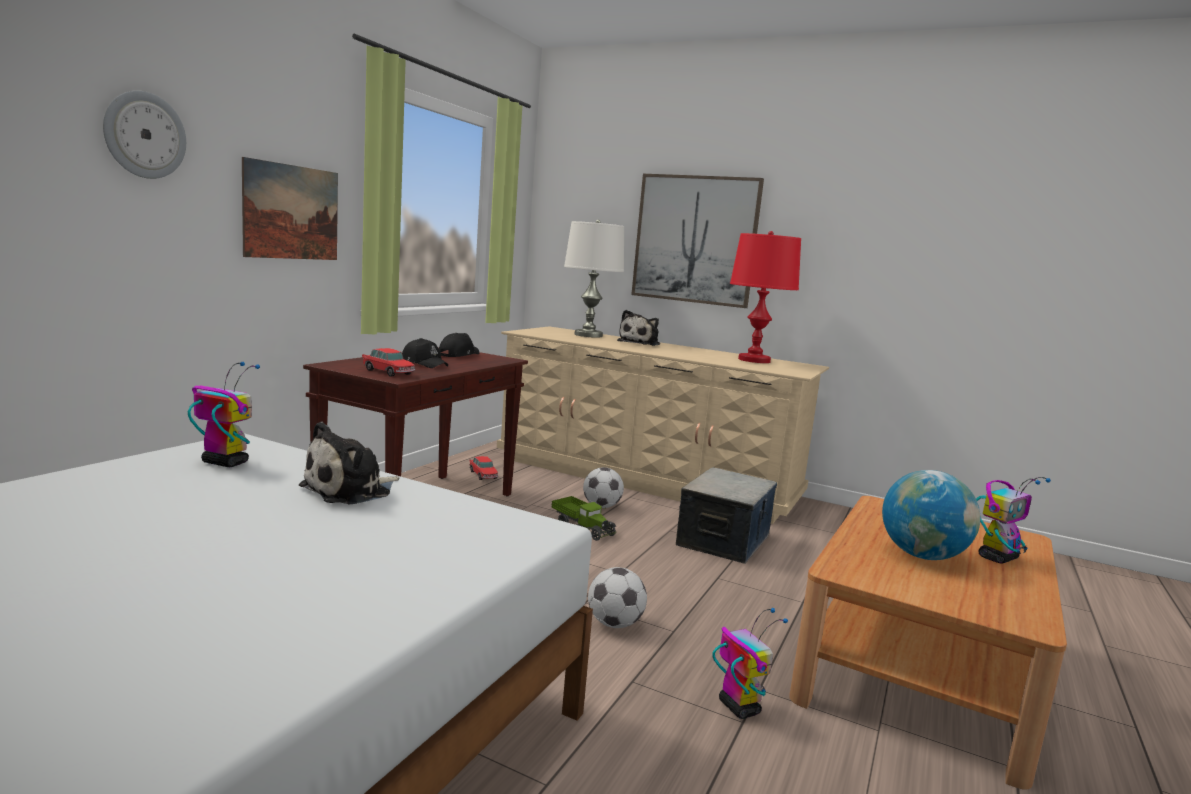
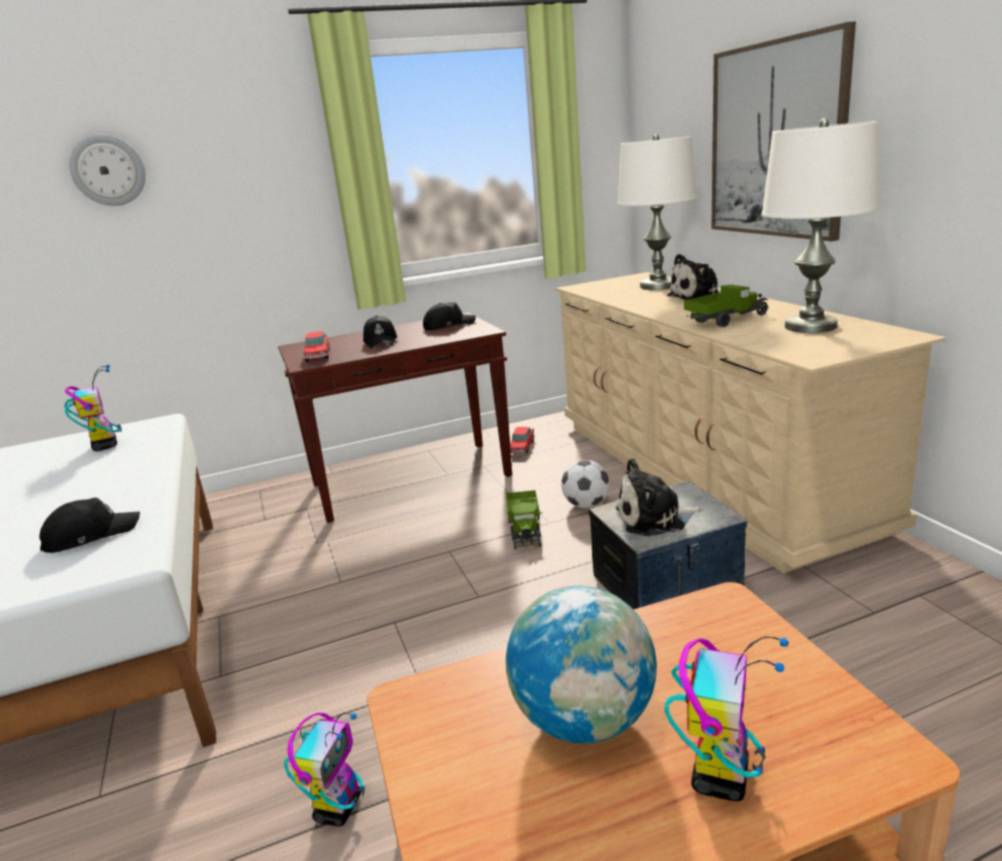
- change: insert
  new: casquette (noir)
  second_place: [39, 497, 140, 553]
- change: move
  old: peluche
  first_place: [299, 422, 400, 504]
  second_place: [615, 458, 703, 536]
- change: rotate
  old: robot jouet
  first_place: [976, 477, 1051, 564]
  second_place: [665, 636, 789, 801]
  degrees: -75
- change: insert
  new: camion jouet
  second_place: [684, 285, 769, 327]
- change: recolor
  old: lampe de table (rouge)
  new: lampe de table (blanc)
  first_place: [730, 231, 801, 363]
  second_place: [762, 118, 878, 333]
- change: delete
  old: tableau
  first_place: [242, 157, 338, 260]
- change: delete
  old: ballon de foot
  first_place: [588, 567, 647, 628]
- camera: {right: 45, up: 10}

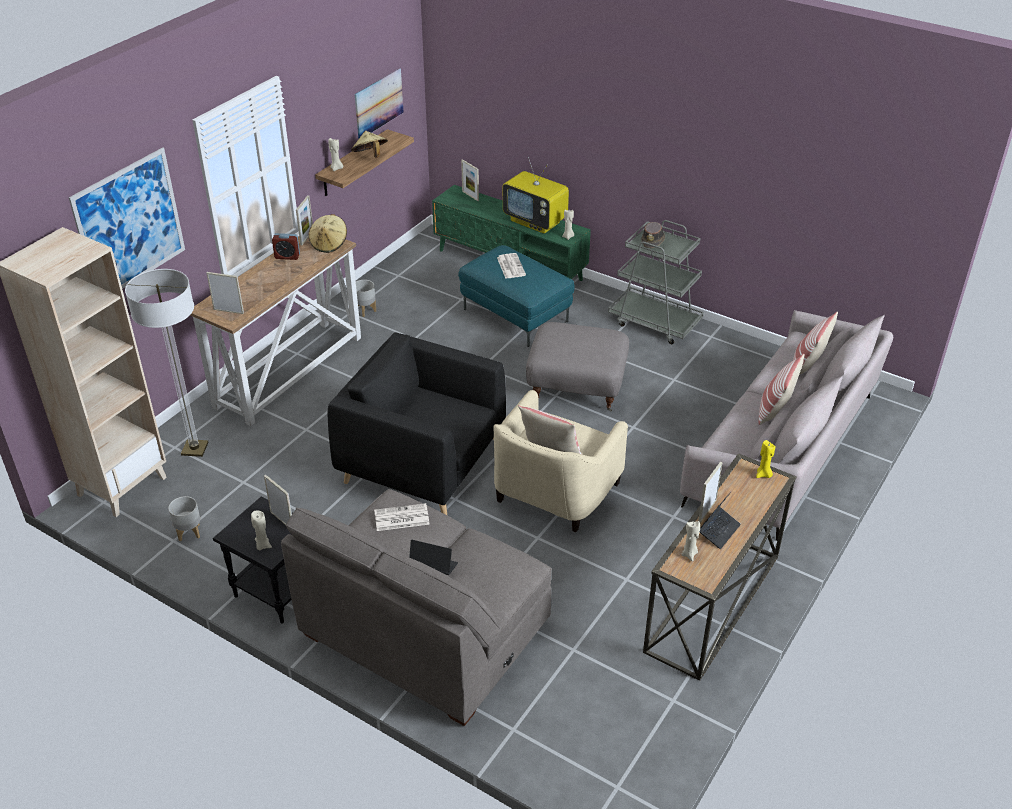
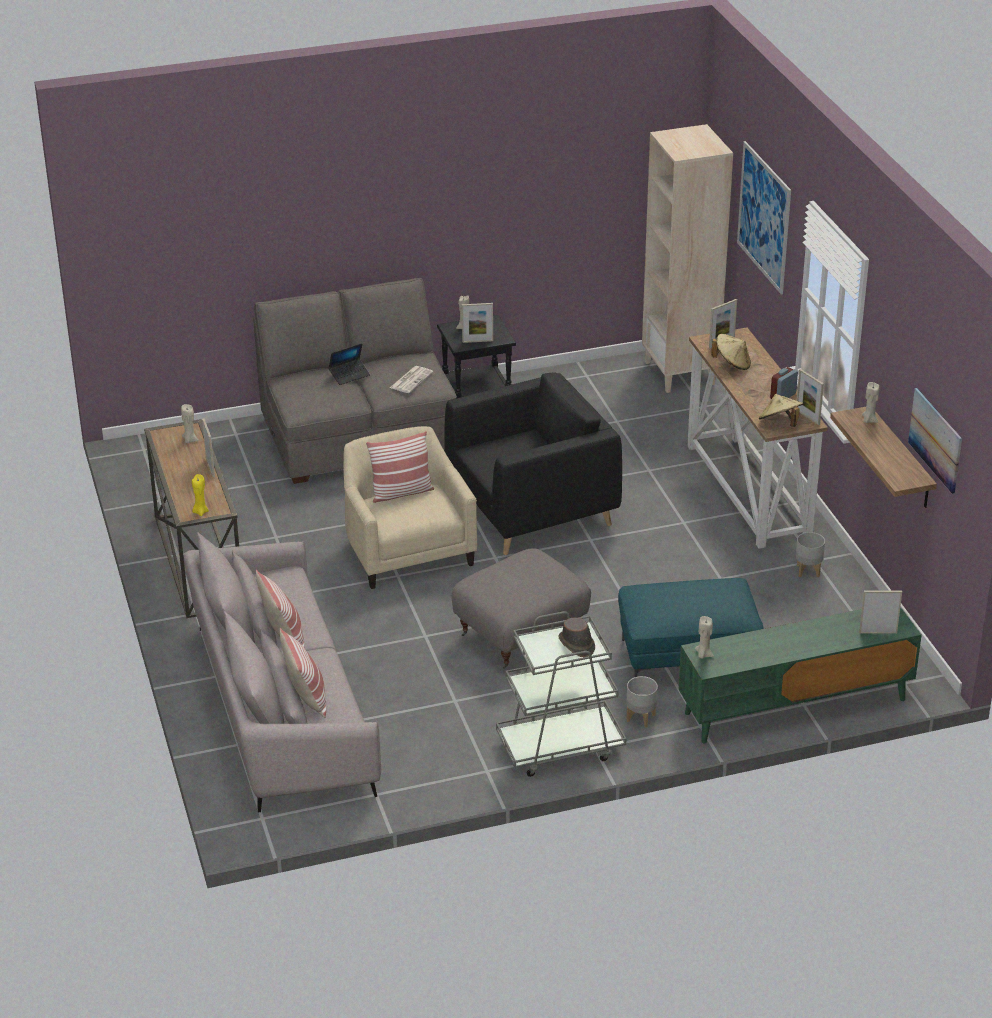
- change: move
  old: cache-pot (gris)
  first_place: [168, 496, 200, 542]
  second_place: [626, 676, 658, 728]
- change: move
  old: chapeau (beige)
  first_place: [351, 131, 388, 158]
  second_place: [711, 334, 751, 370]
- change: delete
  old: lampadaire
  first_place: [125, 269, 209, 457]
- change: delete
  old: journal
  first_place: [497, 253, 526, 279]
- change: delete
  old: téléviseur
  first_place: [503, 157, 569, 234]
- change: delete
  old: ordinateur portable
  first_place: [699, 492, 741, 549]
- camera: {right: 130, up: -5}

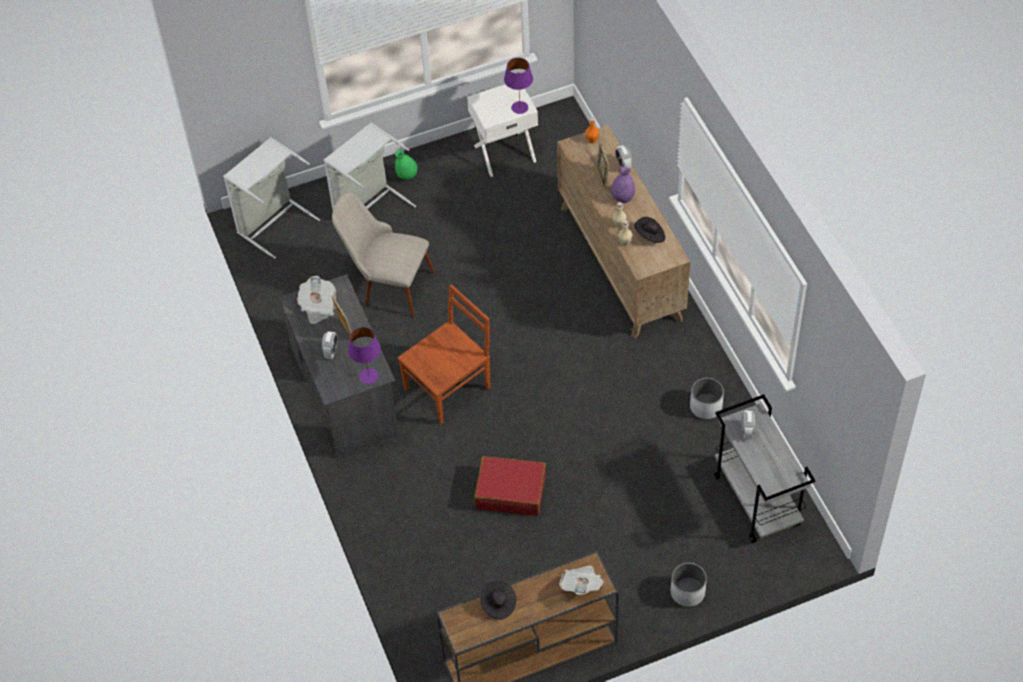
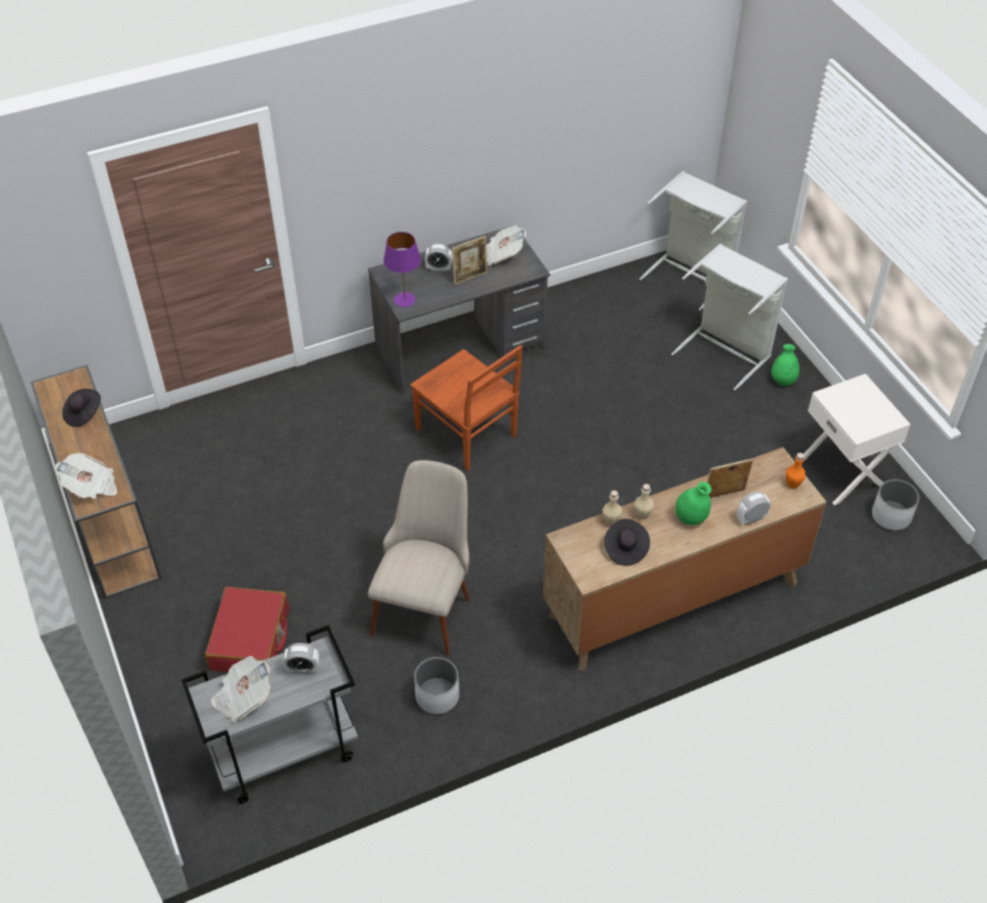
- change: move
  old: valise (rouge)
  first_place: [474, 456, 546, 516]
  second_place: [205, 587, 289, 672]
- change: insert
  new: journal
  second_place: [211, 656, 271, 722]
- change: move
  old: chaise (beige)
  first_place: [332, 191, 435, 318]
  second_place: [368, 460, 470, 656]
- change: recolor
  old: vase (violet)
  new: vase (vert)
  first_place: [611, 167, 635, 203]
  second_place: [676, 482, 711, 525]
- change: move
  old: cache-pot (blanc)
  first_place: [671, 563, 707, 607]
  second_place: [872, 480, 919, 531]
- change: delete
  old: lampe de table (violet)
  first_place: [504, 58, 533, 114]
- camera: {right: 85, up: -5}

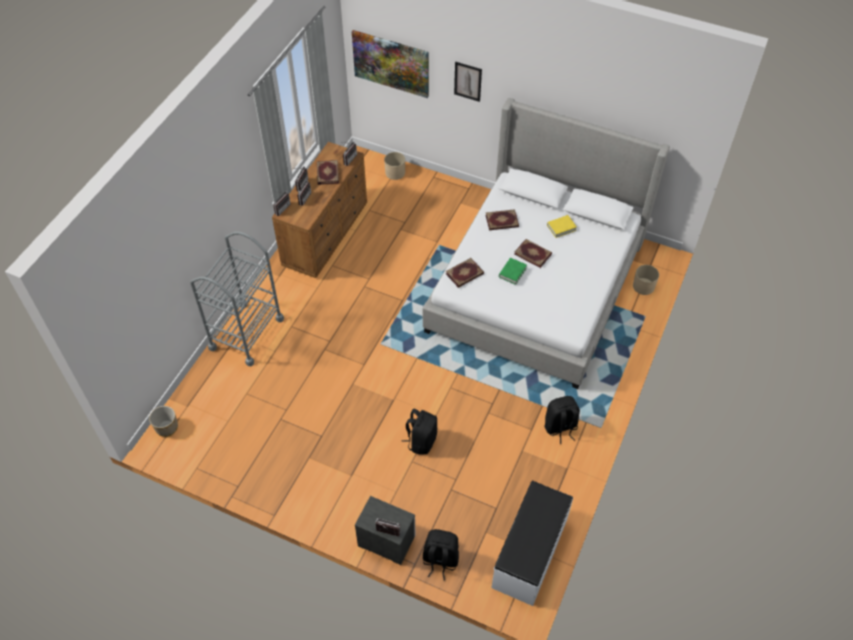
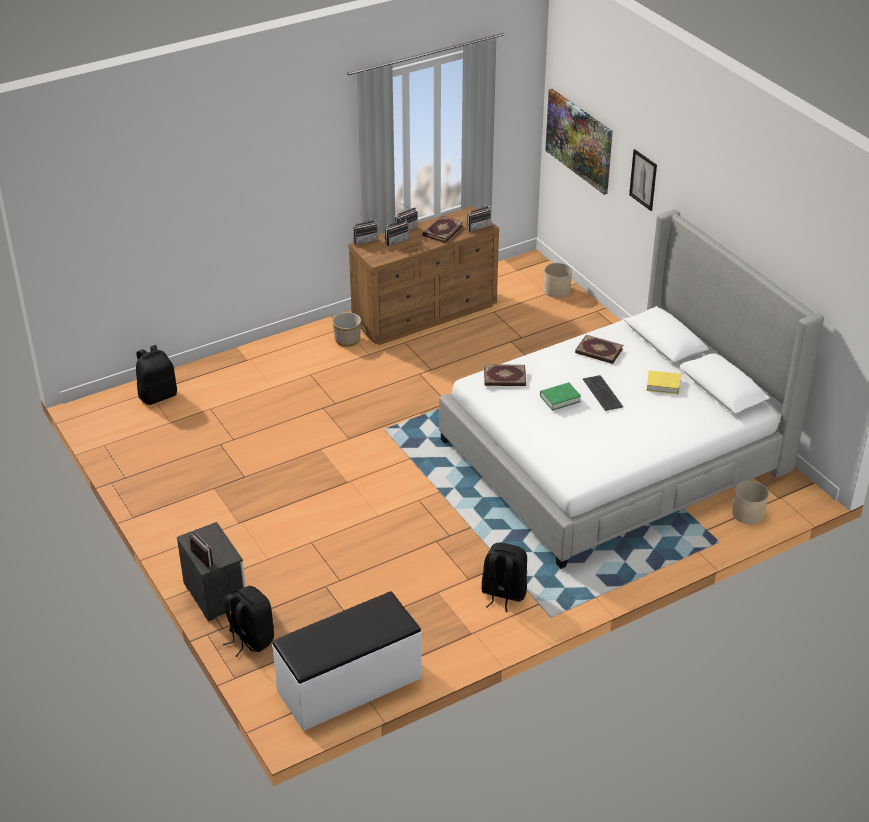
- change: move
  old: sac à dos (noir)
  first_place: [402, 409, 437, 455]
  second_place: [136, 345, 177, 405]
- change: move
  old: cache-pot
  first_place: [149, 406, 178, 437]
  second_place: [332, 312, 361, 347]
- change: replace
  old: livre
  new: clavier
  first_place: [514, 239, 552, 268]
  second_place: [583, 375, 623, 411]
- change: delete
  old: chariot (gris)
  first_place: [190, 232, 284, 366]
- camera: {right: 35, up: -15}

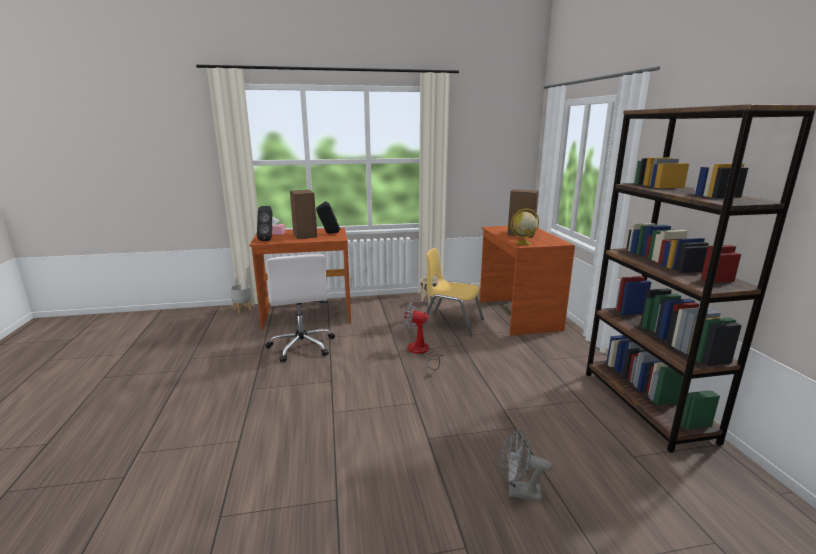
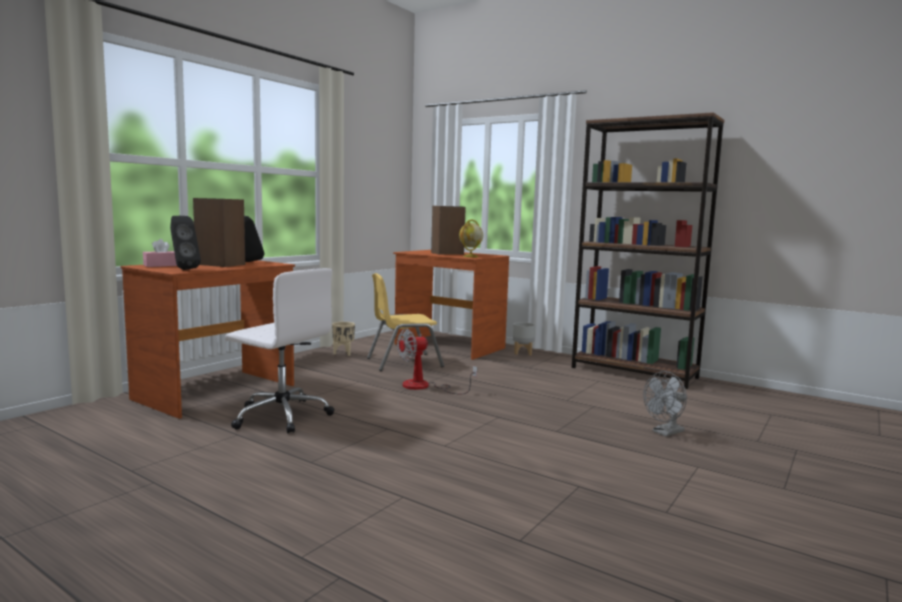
- change: move
  old: cache-pot (gris)
  first_place: [230, 284, 252, 314]
  second_place: [513, 322, 535, 356]
- camera: {right: -45, up: -10}

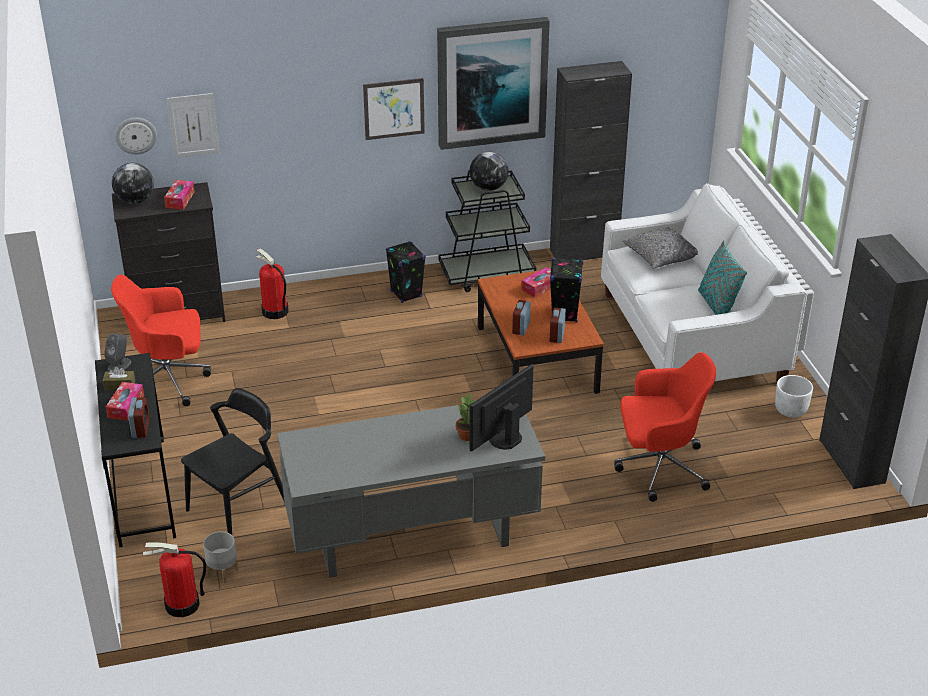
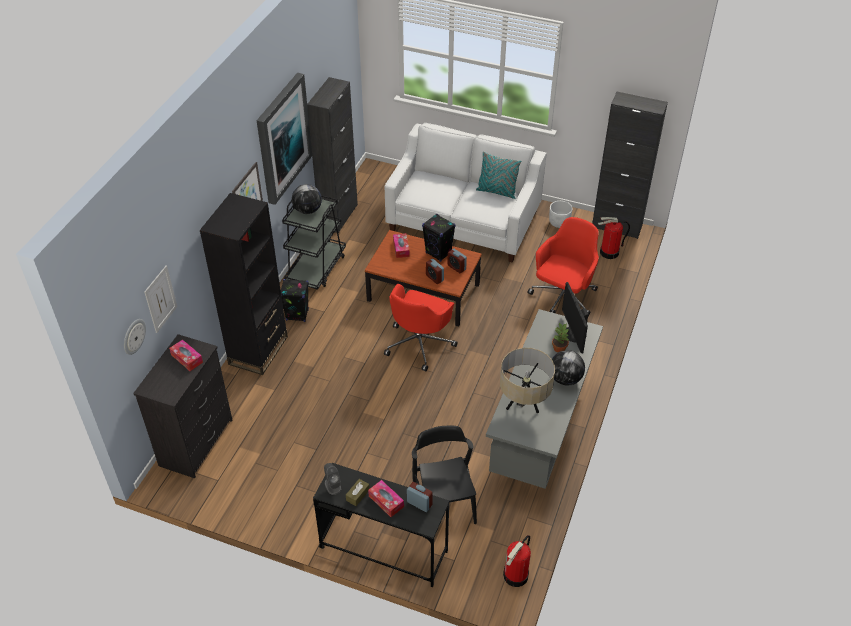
- change: insert
  new: bibliothèque (noir)
  second_place: [200, 193, 288, 375]
- change: move
  old: chaise de bureau (rouge)
  first_place: [111, 274, 211, 406]
  second_place: [384, 284, 458, 371]
- change: insert
  new: lampe de table (beige)
  second_place: [500, 348, 555, 413]
- change: move
  old: globe
  first_place: [112, 163, 154, 204]
  second_place: [552, 350, 585, 386]
- change: move
  old: extincteur
  first_place: [256, 249, 288, 319]
  second_place: [598, 217, 630, 259]
- change: delete
  old: cache-pot (gris)
  first_place: [203, 532, 238, 583]
- change: delete
  old: coussin (gris)
  first_place: [622, 227, 698, 269]
- camera: {right: -55, up: 10}

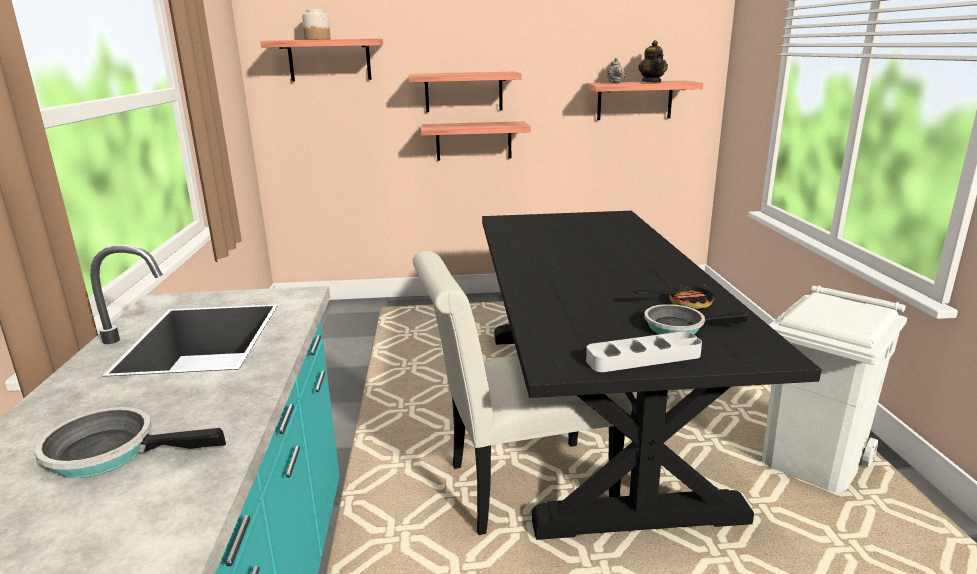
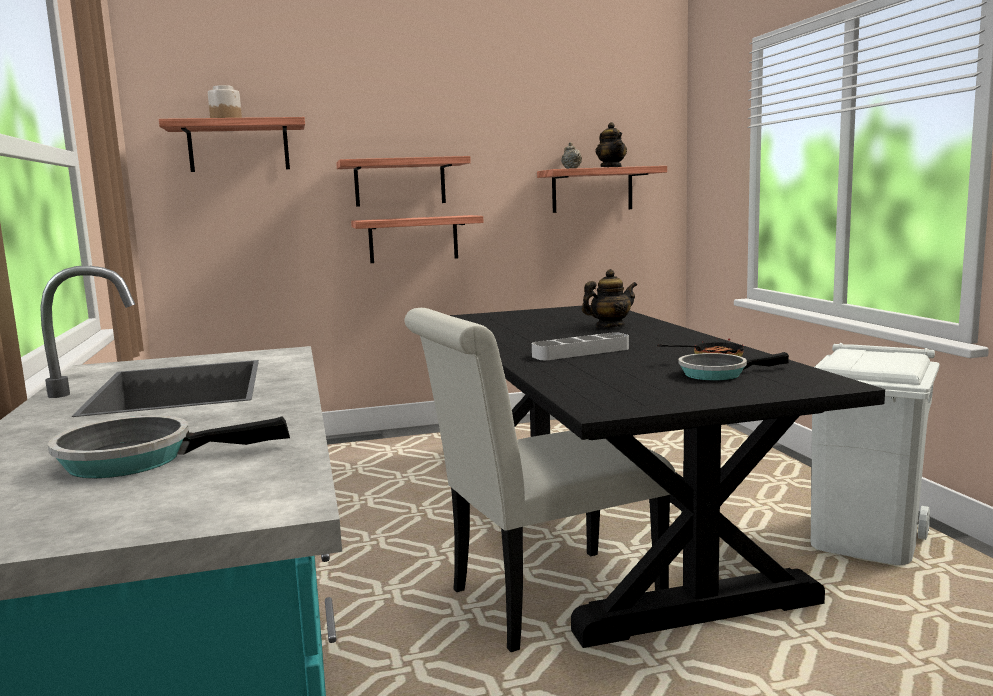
- change: move
  old: plateau (gris)
  first_place: [586, 331, 702, 372]
  second_place: [532, 332, 629, 360]
- change: insert
  new: théière
  second_place: [582, 269, 637, 328]
- camera: {right: -10, up: -10}

